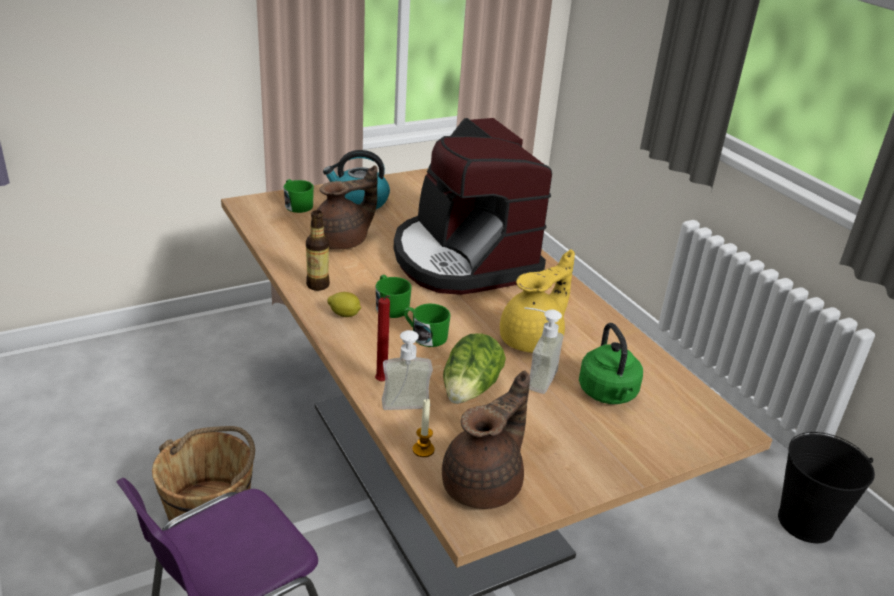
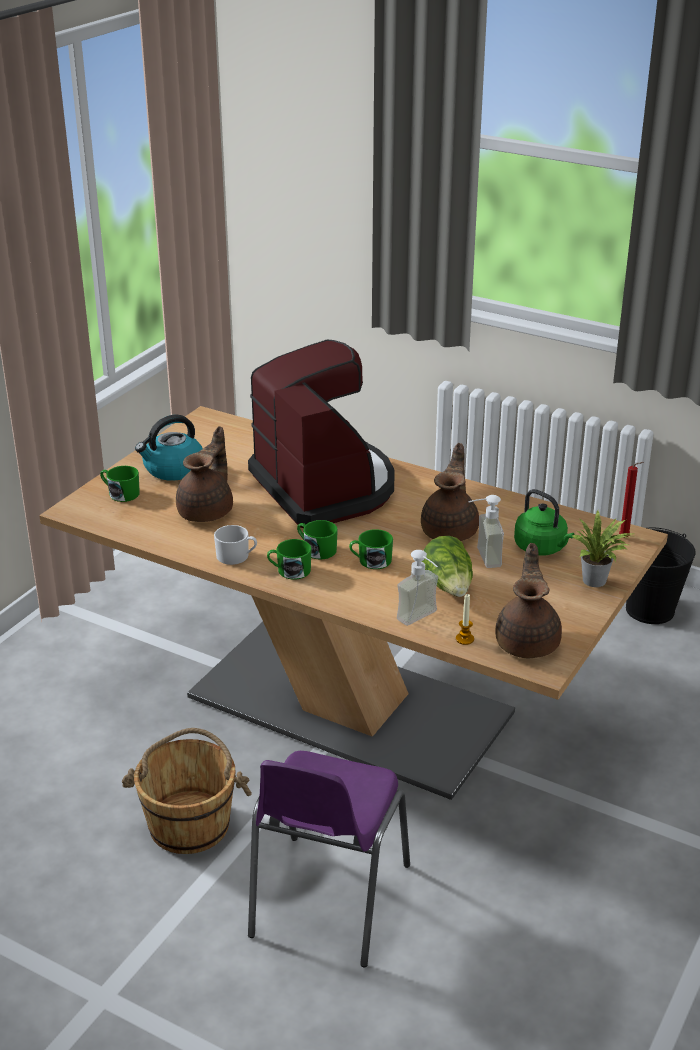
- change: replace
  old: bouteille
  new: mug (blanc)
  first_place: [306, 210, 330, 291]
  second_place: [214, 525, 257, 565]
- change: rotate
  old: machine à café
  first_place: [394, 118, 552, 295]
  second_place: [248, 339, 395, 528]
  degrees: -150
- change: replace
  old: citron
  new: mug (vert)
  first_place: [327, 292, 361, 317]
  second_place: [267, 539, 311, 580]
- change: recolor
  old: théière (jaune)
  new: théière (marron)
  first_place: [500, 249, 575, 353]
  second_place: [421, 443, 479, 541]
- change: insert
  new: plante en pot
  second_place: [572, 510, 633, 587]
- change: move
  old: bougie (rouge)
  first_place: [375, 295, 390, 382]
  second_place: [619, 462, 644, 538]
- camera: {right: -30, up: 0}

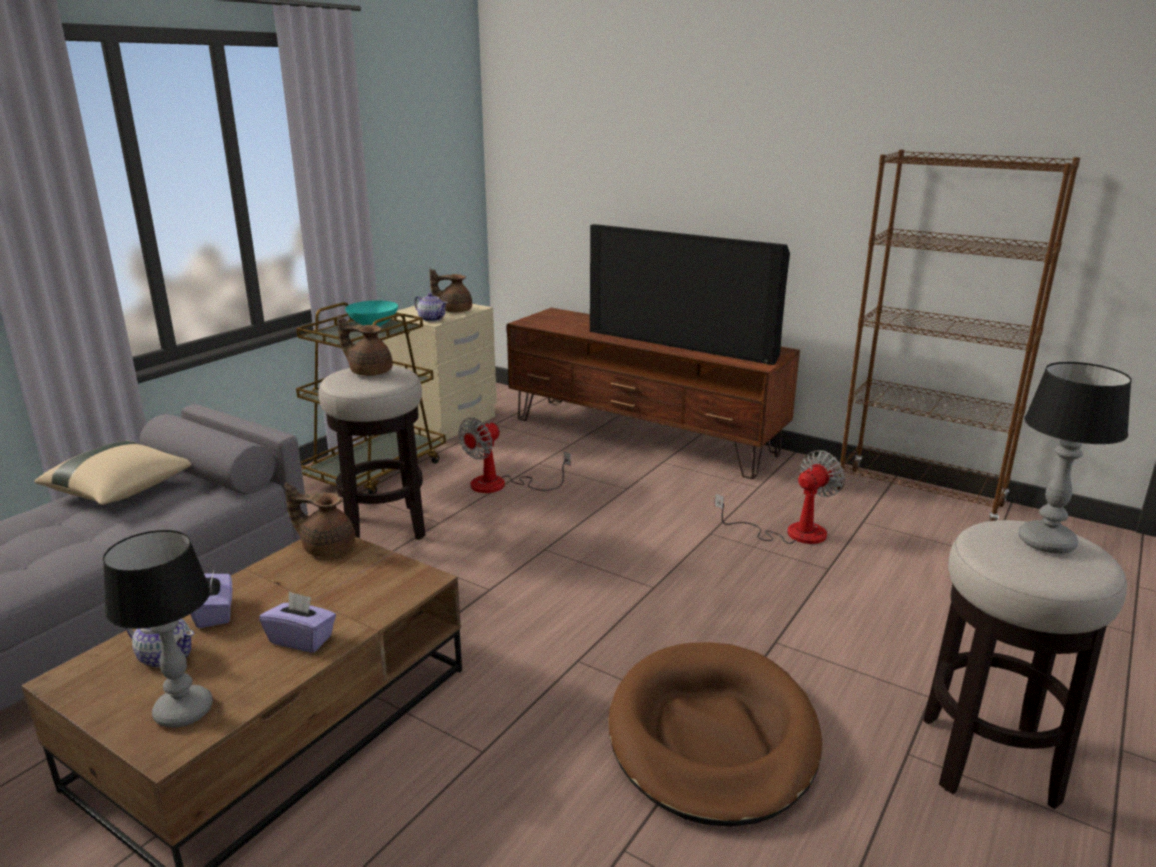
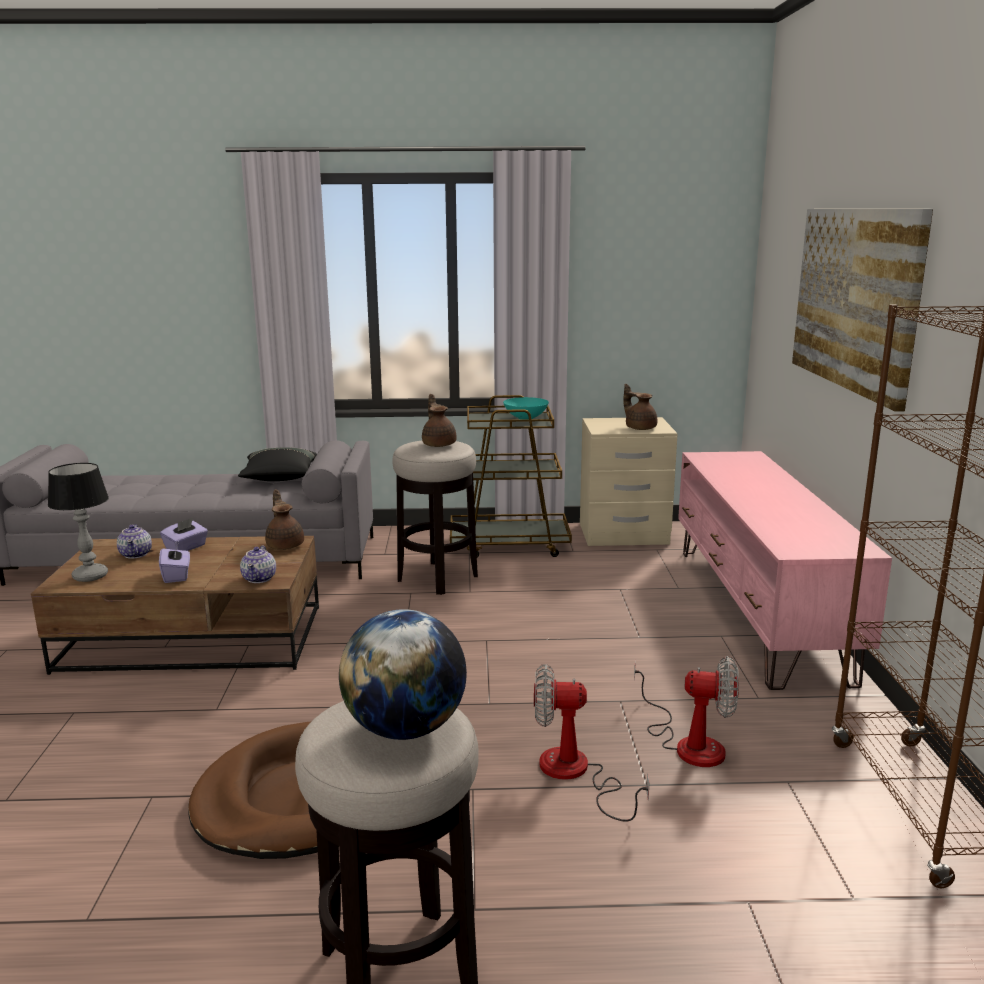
- change: recolor
  old: coussin (beige)
  new: coussin (noir)
  first_place: [34, 441, 191, 505]
  second_place: [238, 448, 317, 481]
- change: move
  old: théière
  first_place: [414, 293, 448, 322]
  second_place: [240, 545, 276, 583]
- change: replace
  old: lampe de table
  new: globe
  first_place: [1018, 362, 1132, 554]
  second_place: [339, 609, 467, 740]
- change: move
  old: ventilateur
  first_place: [458, 417, 571, 493]
  second_place: [534, 664, 650, 821]
- change: recolor
  old: meuble télé (marron)
  new: meuble télé (rose)
  first_place: [507, 308, 800, 479]
  second_place: [678, 451, 892, 690]
- change: insert
  new: tableau
  second_place: [792, 209, 933, 412]
- change: delete
  old: téléviseur
  first_place: [590, 224, 790, 365]
- camera: {right: 55, up: -5}

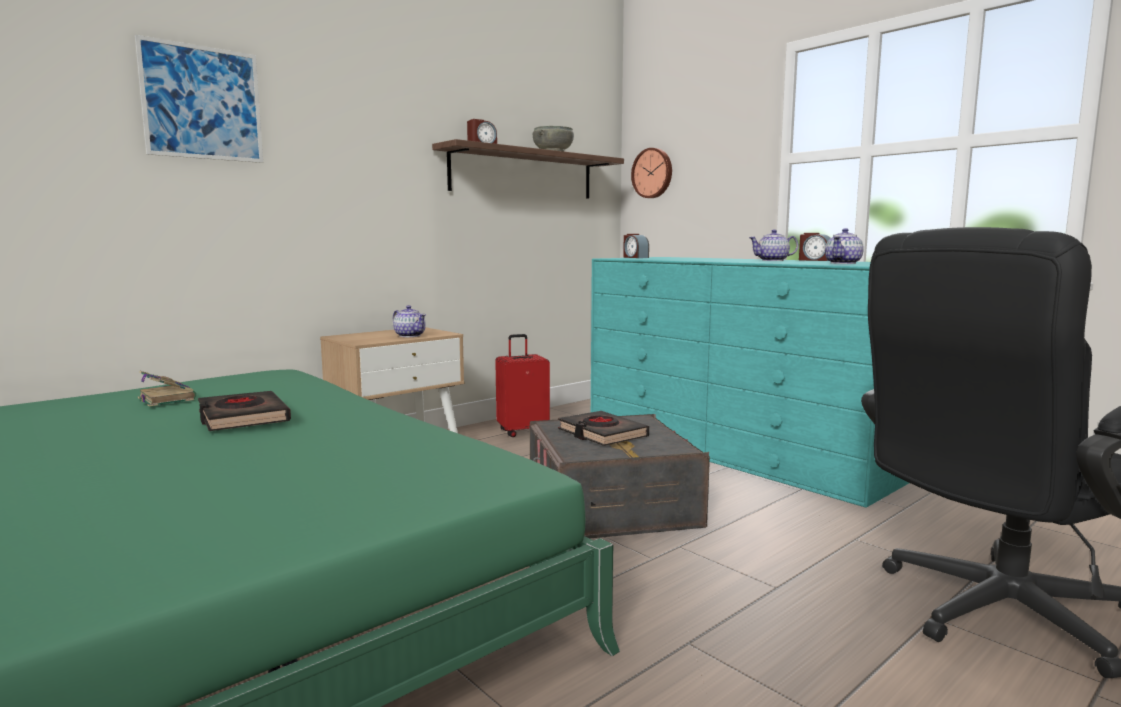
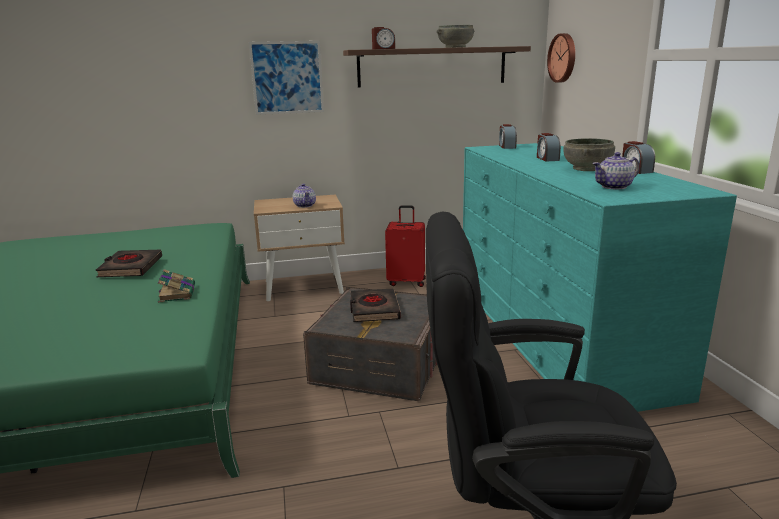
- change: move
  old: livre
  first_place: [138, 371, 196, 407]
  second_place: [158, 269, 195, 303]
- change: move
  old: tableau
  first_place: [135, 35, 263, 163]
  second_place: [249, 41, 324, 115]
- change: insert
  new: réveil
  second_place: [537, 133, 561, 161]
- change: replace
  old: théière
  new: bol (gris)
  first_place: [749, 230, 798, 261]
  second_place: [563, 138, 615, 171]
- camera: {right: 30, up: 10}

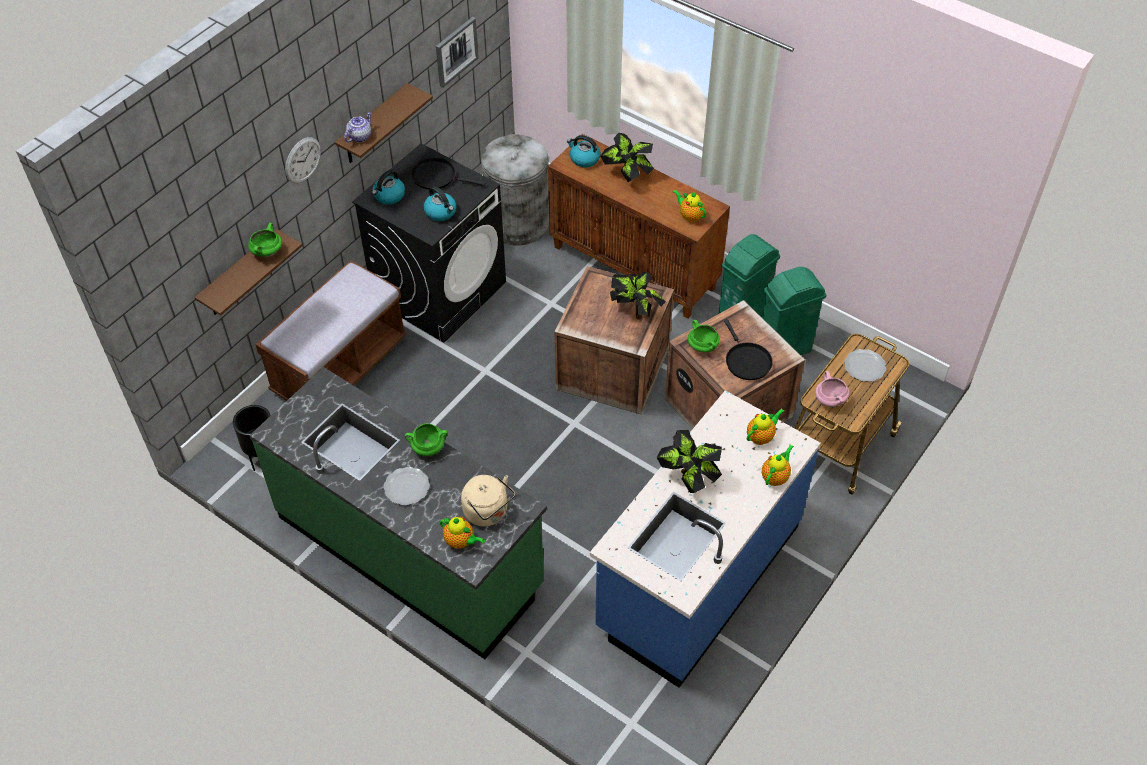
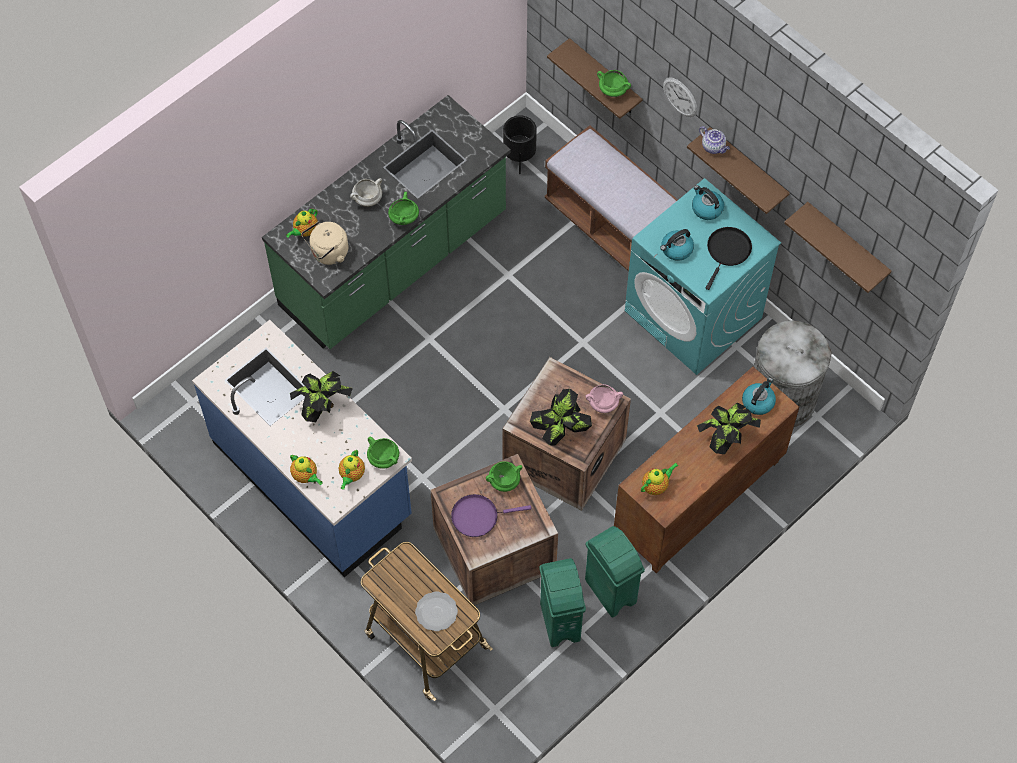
- change: rotate
  old: théière
  first_place: [747, 408, 784, 445]
  second_place: [339, 450, 365, 490]
  degrees: 45
- change: replace
  old: assiette
  new: marmite (blanc)
  first_place: [384, 467, 430, 506]
  second_place: [350, 178, 382, 207]
- change: insert
  new: marmite (vert)
  second_place: [367, 437, 399, 469]
- change: recolor
  old: poêle (noir)
  new: poêle (violet)
  first_place: [724, 319, 773, 380]
  second_place: [451, 494, 531, 537]
- change: move
  old: marmite (rose)
  first_place: [815, 371, 849, 407]
  second_place: [586, 384, 623, 413]
- change: recolor
  old: lave-linge (noir)
  new: lave-linge (turquoise)
  first_place: [352, 143, 506, 343]
  second_place: [625, 178, 781, 375]
- change: replace
  old: tableau
  new: étagère (marron)
  first_place: [436, 17, 479, 88]
  second_place: [784, 202, 891, 293]
- camera: {right: 100, up: 10}

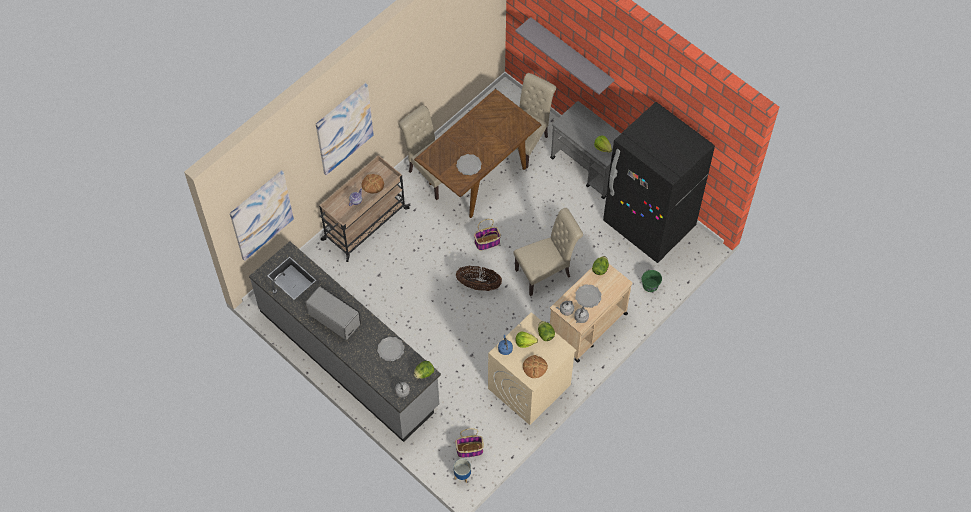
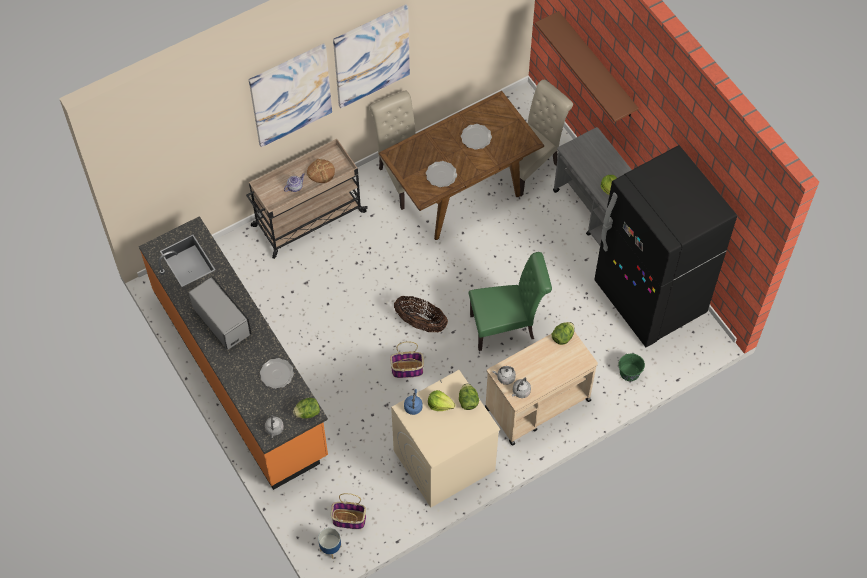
- change: recolor
  old: comptoir de cuisine (gris)
  new: comptoir de cuisine (orange)
  first_place: [249, 241, 441, 442]
  second_place: [139, 216, 328, 490]
- change: move
  old: tableau
  first_place: [230, 170, 294, 261]
  second_place: [333, 4, 410, 108]
- change: move
  old: panier
  first_place: [474, 219, 501, 250]
  second_place: [390, 342, 424, 378]
- change: move
  old: assiette
  first_place: [575, 284, 601, 308]
  second_place: [461, 124, 492, 150]
- change: recolor
  old: chaise (beige)
  new: chaise (vert)
  first_place: [513, 208, 583, 296]
  second_place: [469, 252, 552, 351]
- change: recolor
  old: étagère (gris)
  new: étagère (marron)
  first_place: [515, 17, 614, 94]
  second_place: [535, 11, 639, 122]
- change: delete
  old: pain
  first_place: [523, 355, 548, 378]
- camera: {right: 15, up: 0}

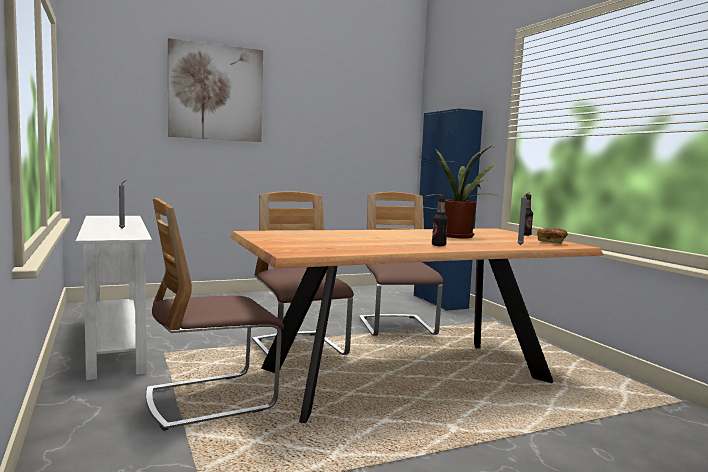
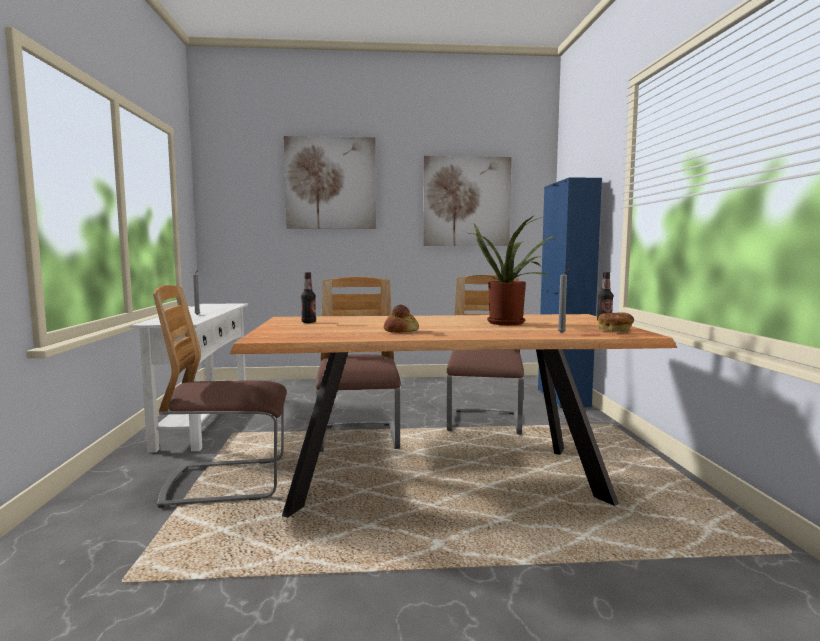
- change: move
  old: bouteille
  first_place: [432, 195, 448, 246]
  second_place: [301, 272, 316, 323]
- change: insert
  new: pain
  second_place: [384, 305, 419, 333]
- change: insert
  new: tableau
  second_place: [423, 156, 512, 246]
- camera: {right: 20, up: 0}

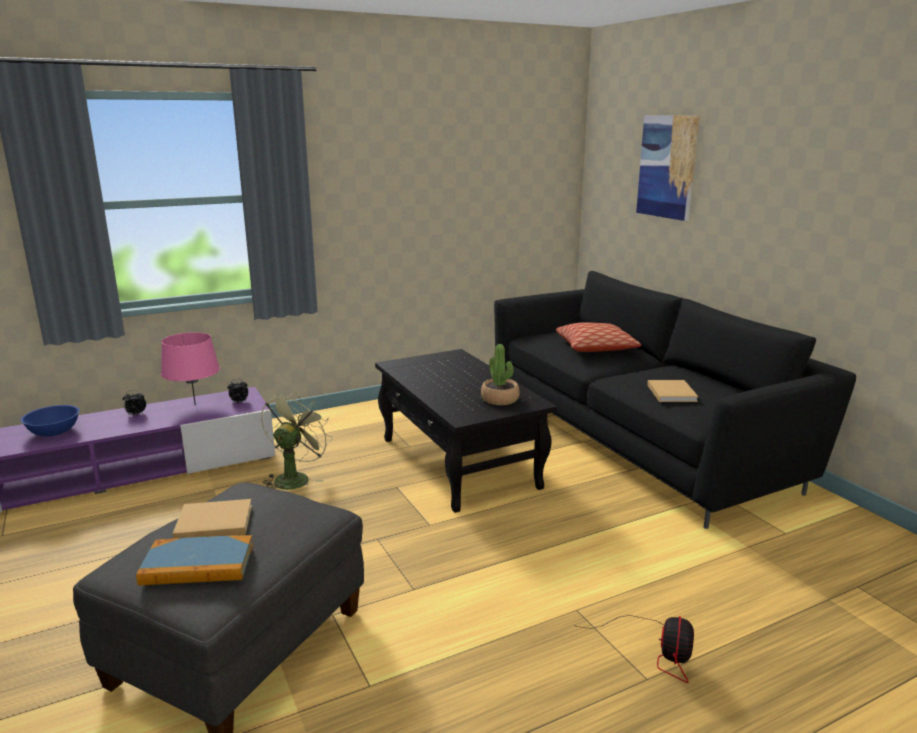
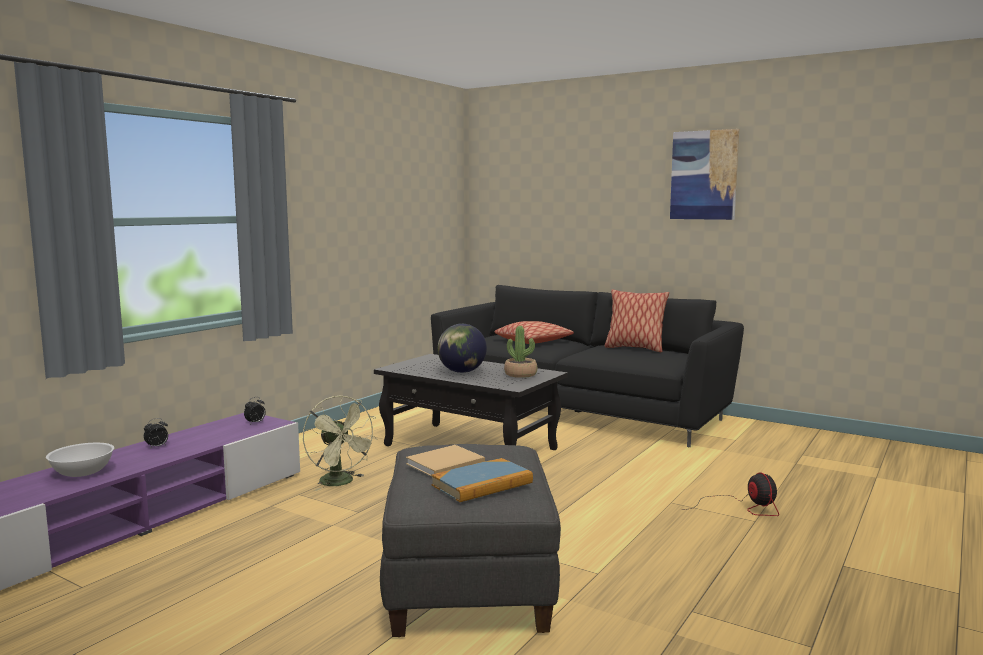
- change: recolor
  old: bol (bleu)
  new: bol (blanc)
  first_place: [21, 405, 80, 436]
  second_place: [46, 443, 114, 477]
- change: rotate
  old: ventilateur (vert)
  first_place: [261, 391, 333, 490]
  second_place: [303, 396, 378, 491]
  degrees: 150
- change: insert
  new: globe
  second_place: [438, 324, 487, 373]
- change: insert
  new: coussin
  second_place: [605, 289, 669, 352]
- change: move
  old: tableau
  first_place: [636, 116, 700, 221]
  second_place: [670, 129, 739, 220]
- change: delete
  old: lampe de table (rose)
  first_place: [161, 332, 220, 405]
- change: delete
  old: livre (beige)
  first_place: [647, 380, 699, 402]
- camera: {right: -30, up: -10}

